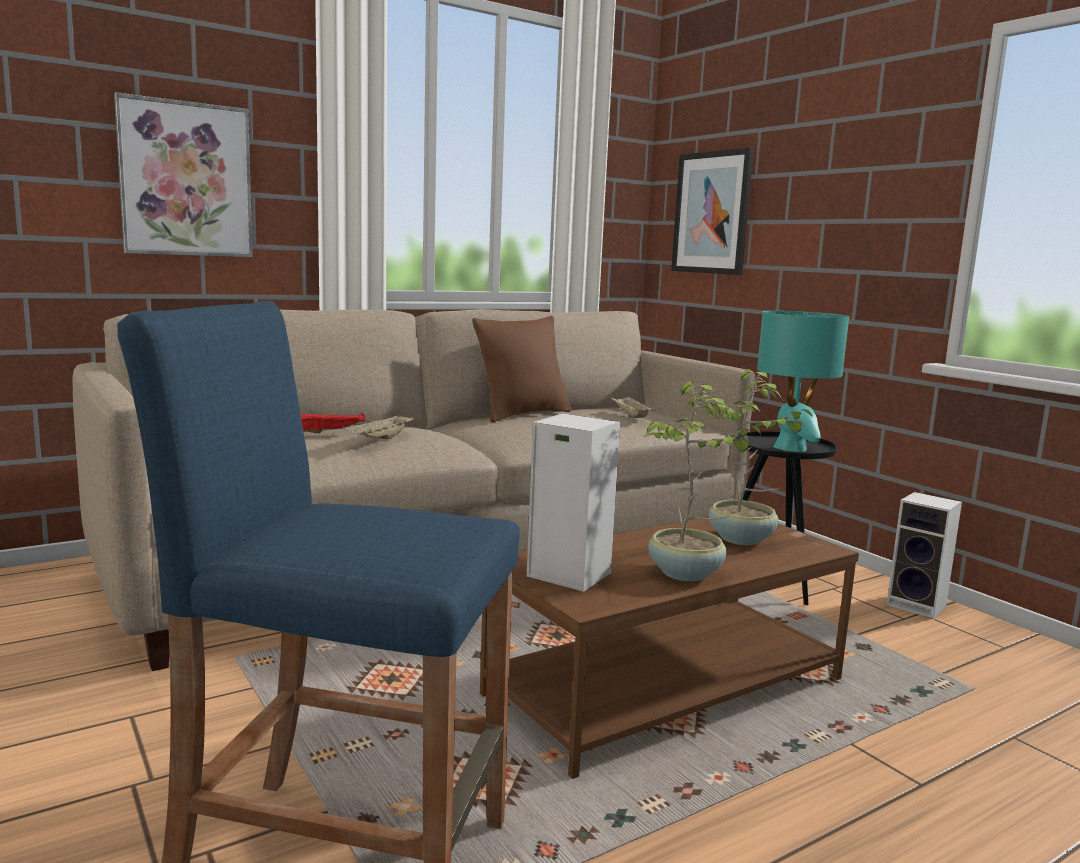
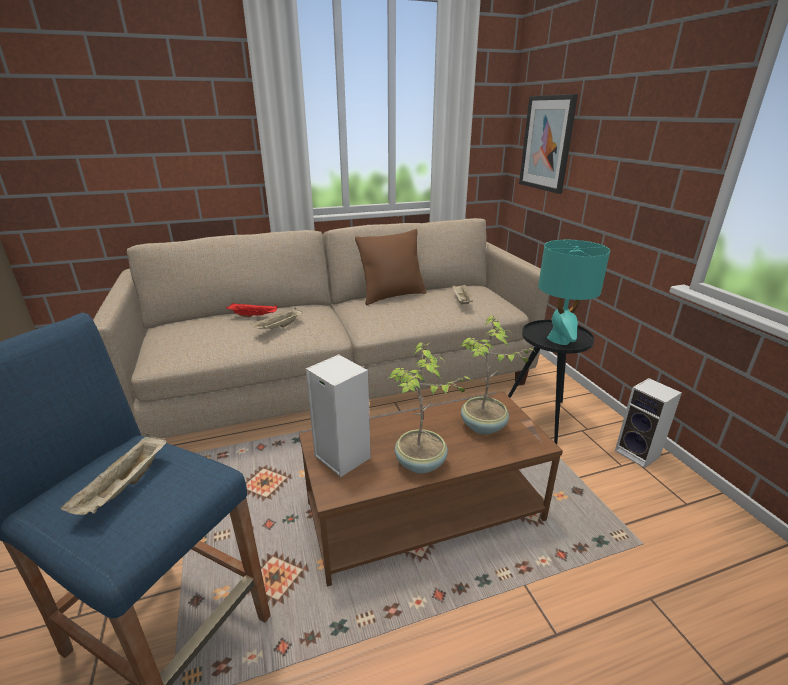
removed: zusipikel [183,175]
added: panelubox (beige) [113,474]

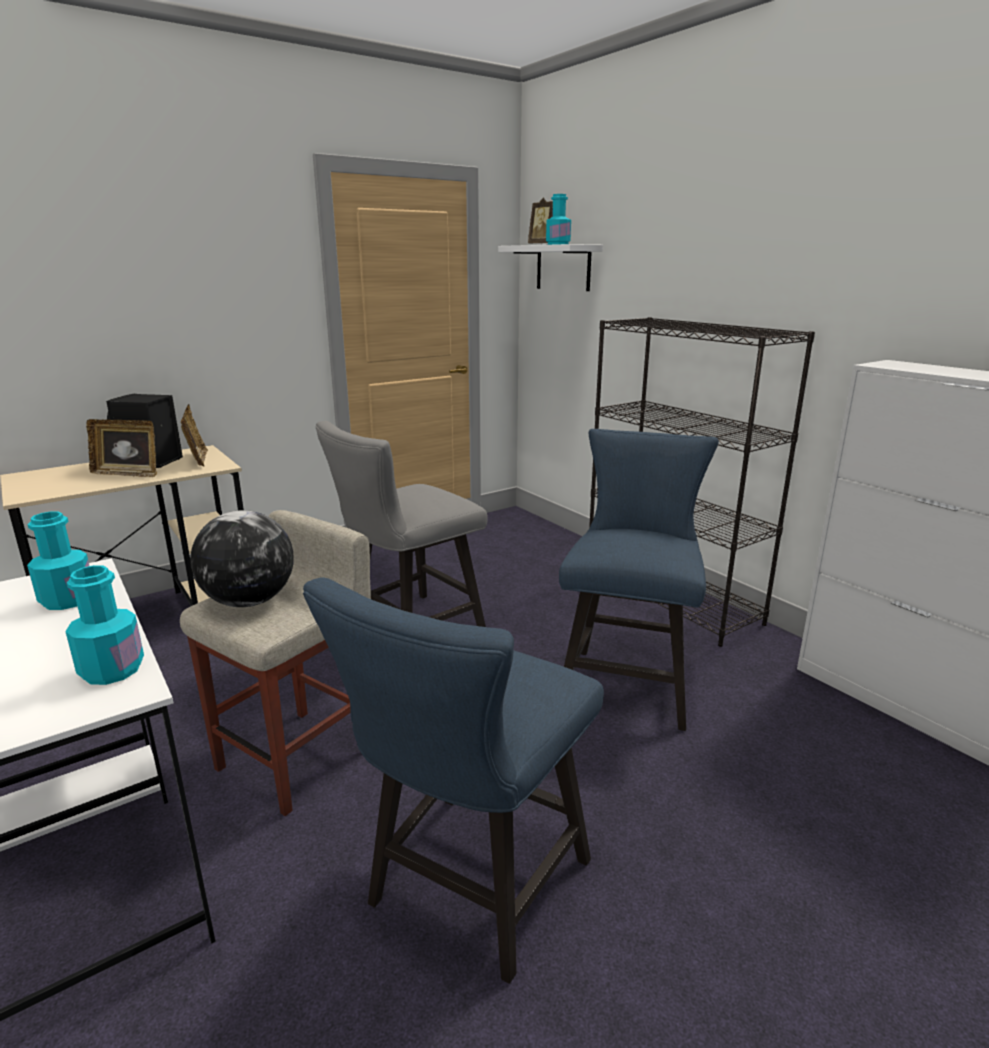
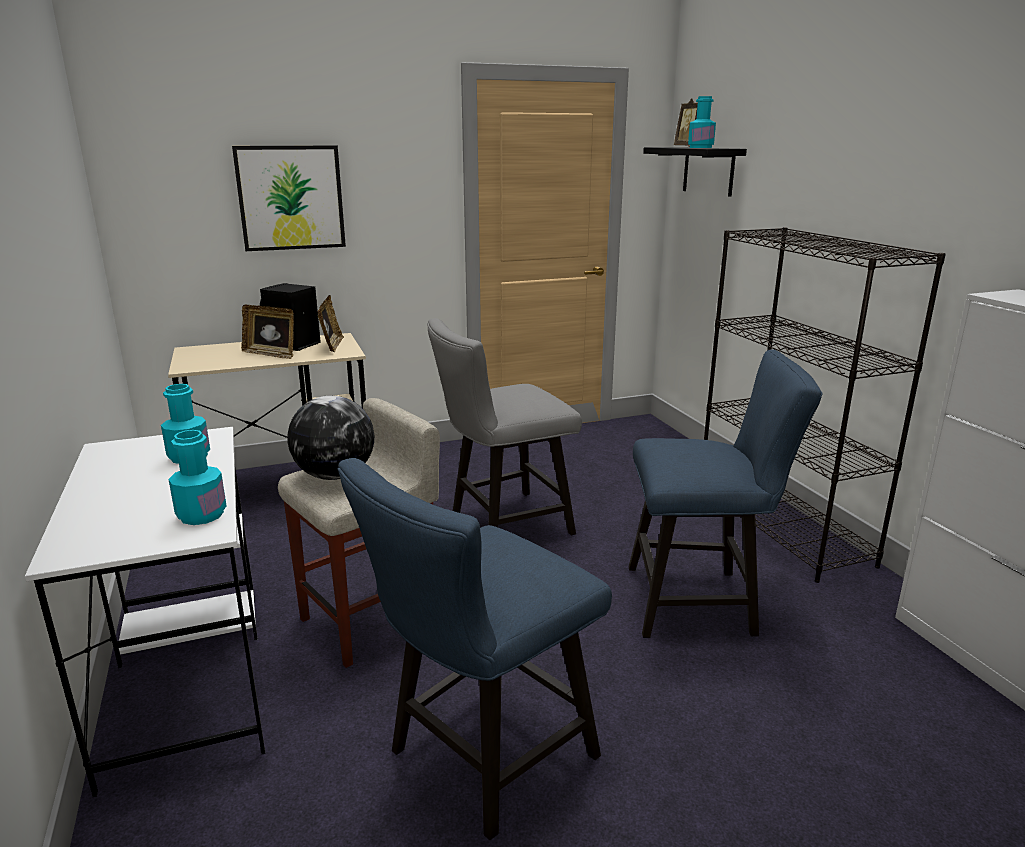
added: zusipikel [289,198]
recoloured: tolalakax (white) [550,267] to tolalakax (black) [695,172]
turned: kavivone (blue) [639,580] = [726,493] 60 degrees clockwise

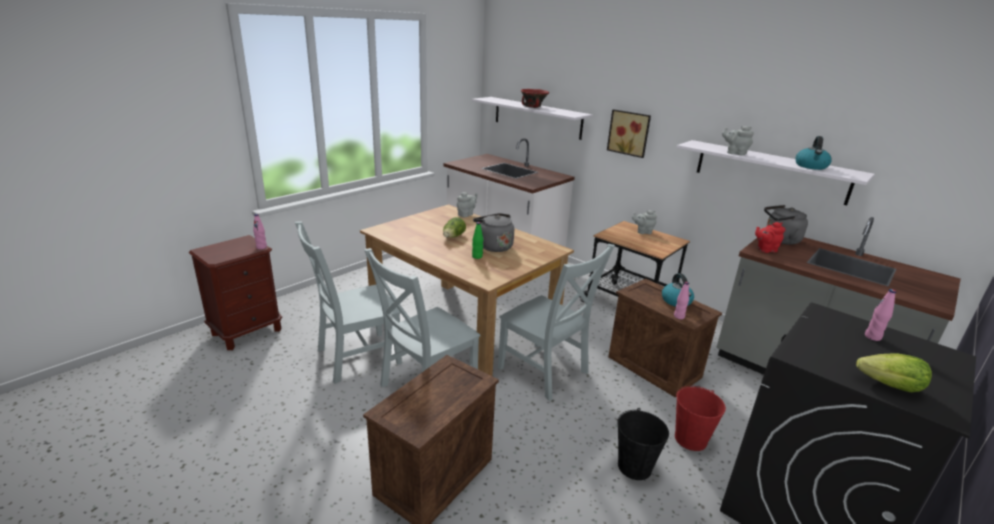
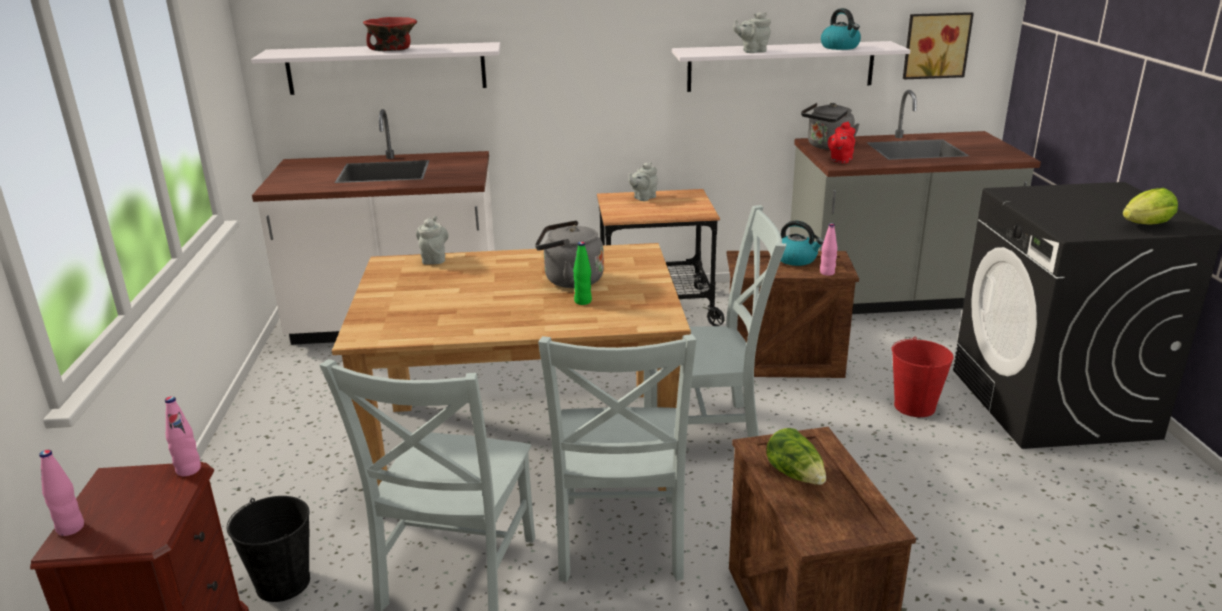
moved: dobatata [454,227] to [796,456]; zusipikel [629,133] to [938,45]; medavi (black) [643,444] to [268,549]; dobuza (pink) [880,315] to [61,493]

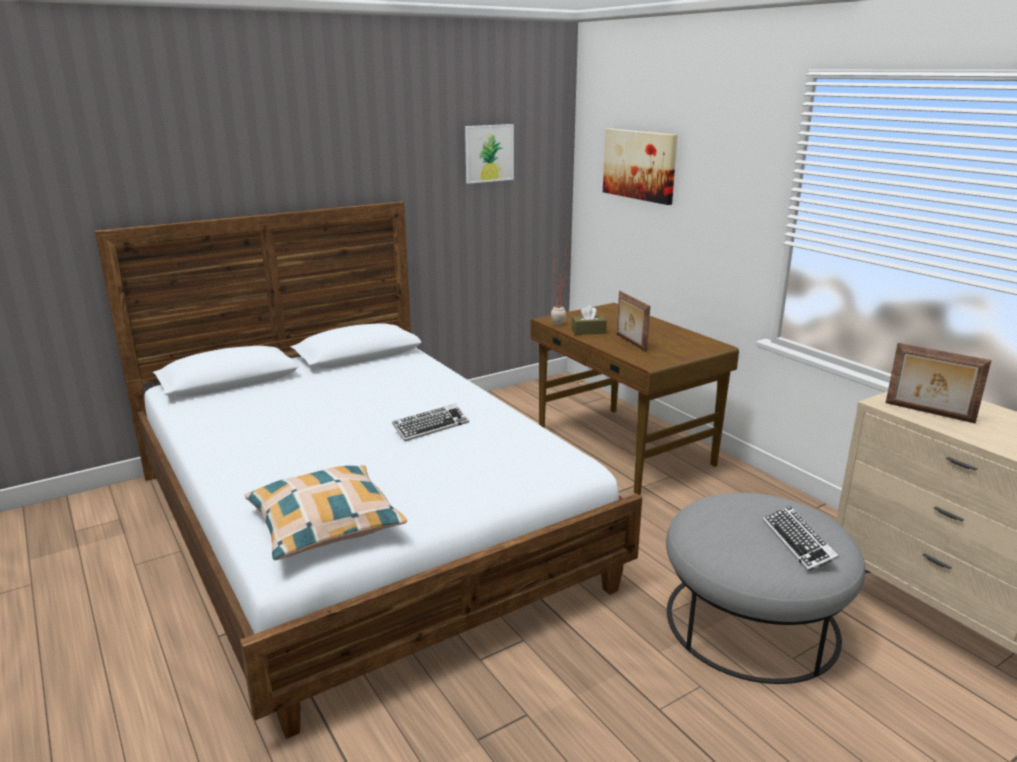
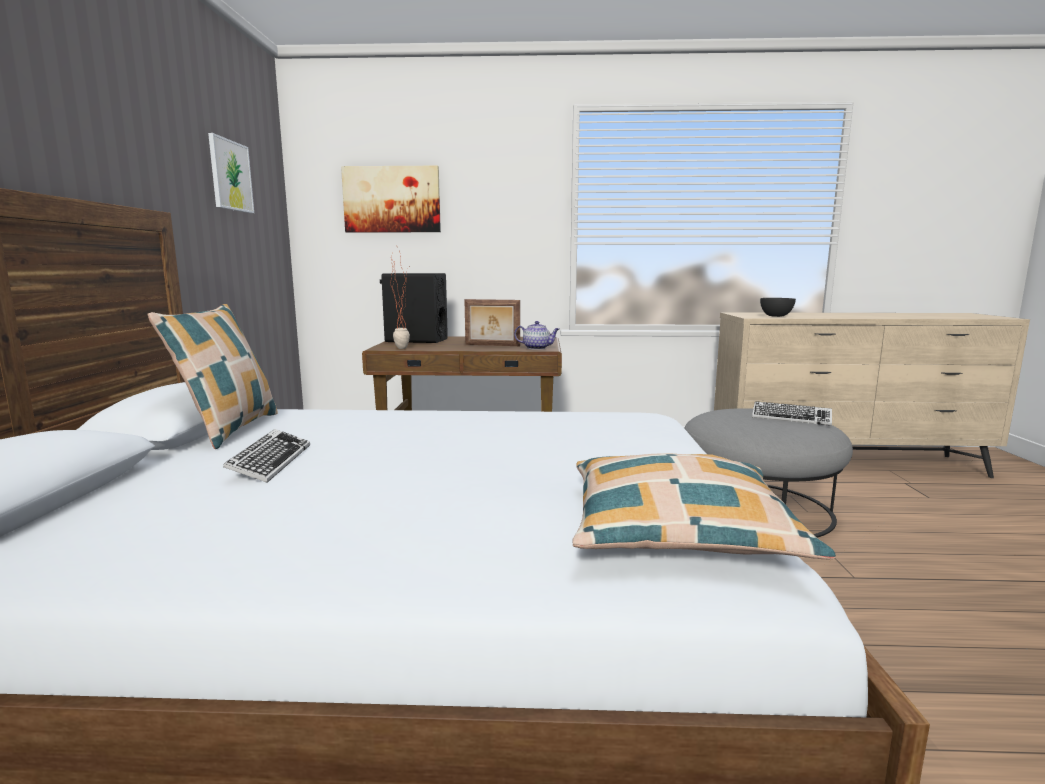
removed: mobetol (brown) [589,320]
added: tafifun [212,376]; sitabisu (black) [414,308]; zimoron [536,335]
moved: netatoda [430,422] to [266,456]
replaced: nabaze [939,383] to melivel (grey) [778,307]

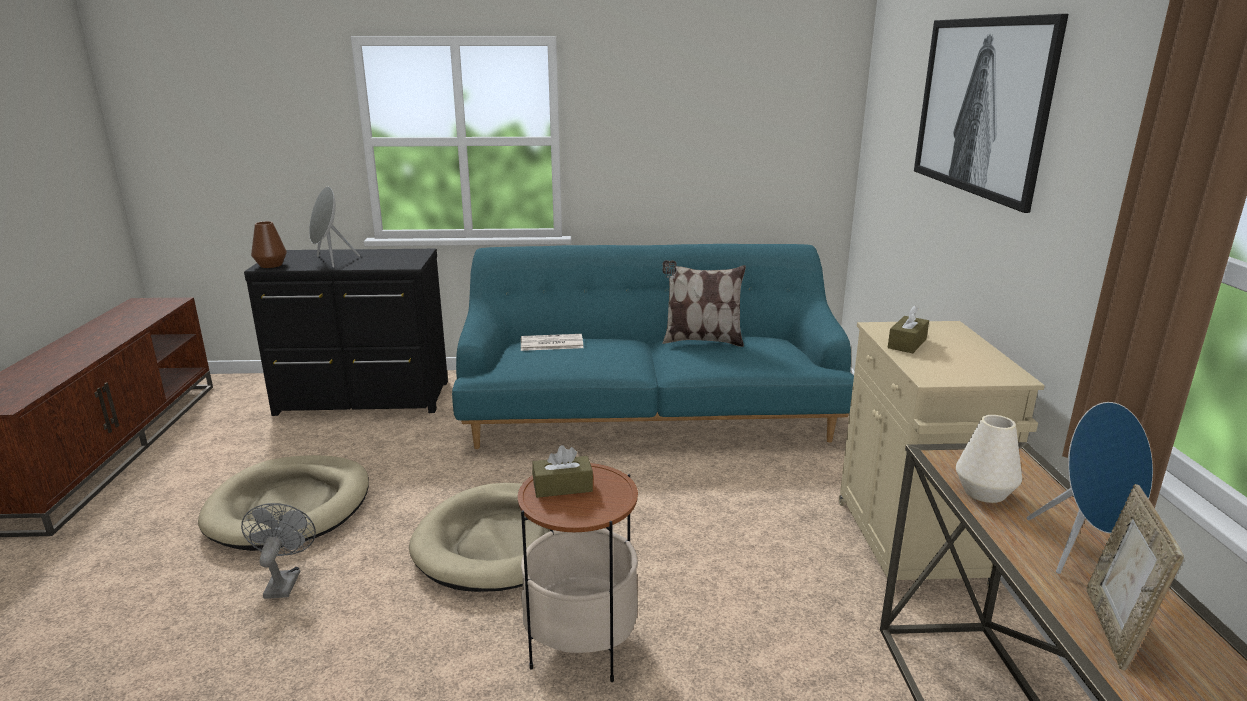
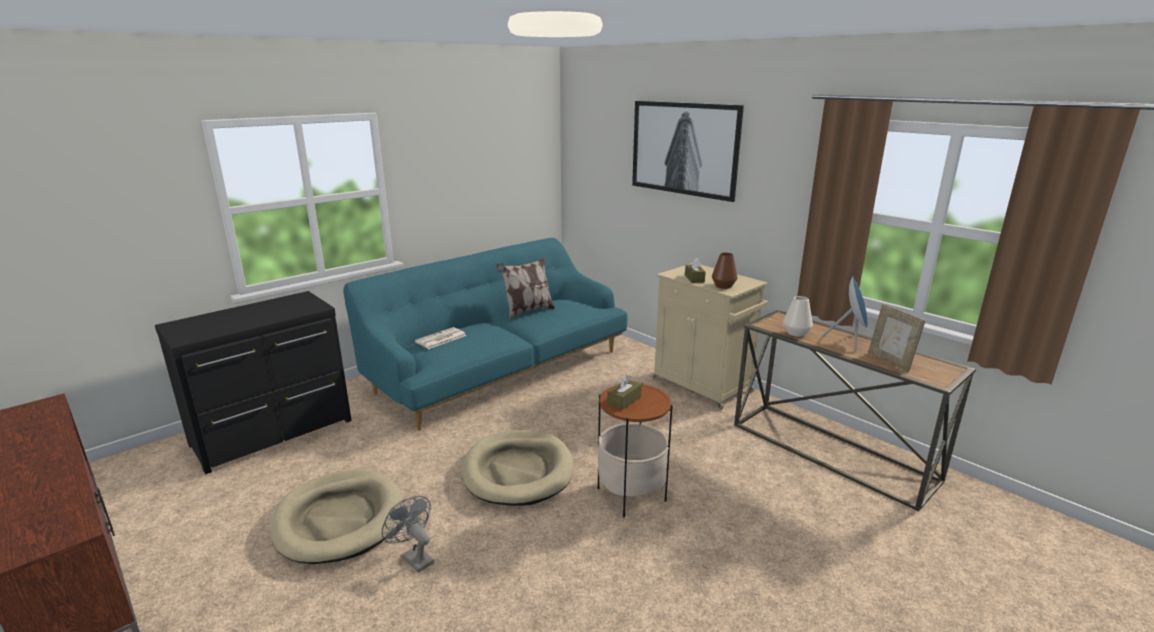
removed: sitabisu (grey) [334,227]
moved: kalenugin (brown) [269,244] to [725,270]

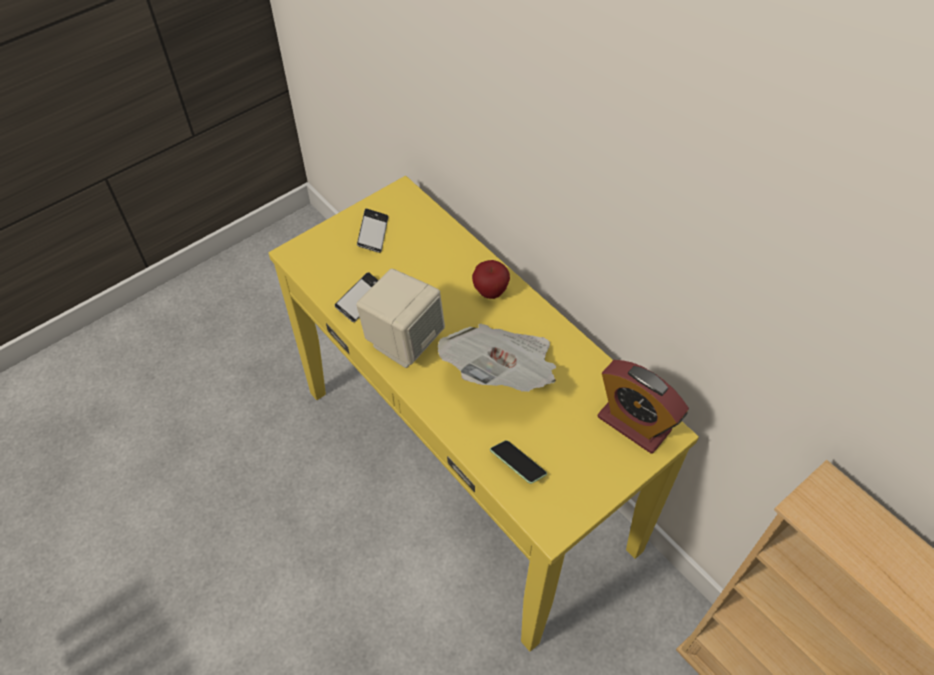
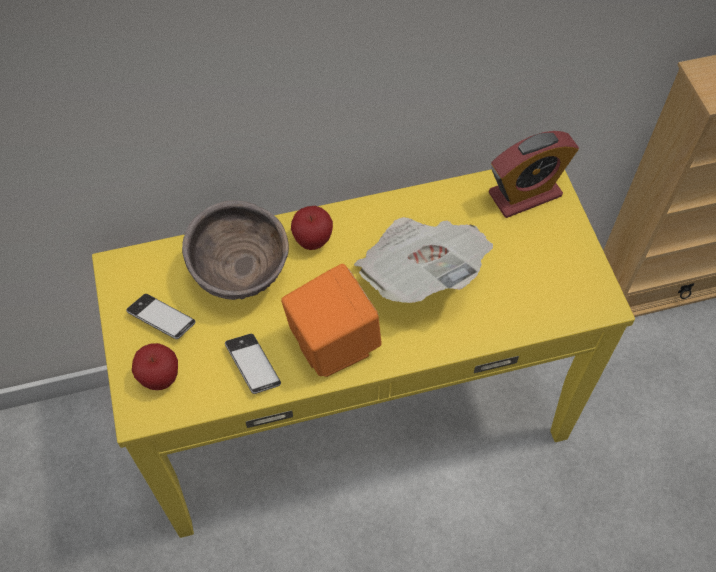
removed: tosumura [518,462]
added: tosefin [155,366]; melivel (brown) [235,250]
recoloured: sitabisu (beige) [400,318] to sitabisu (orange) [331,320]

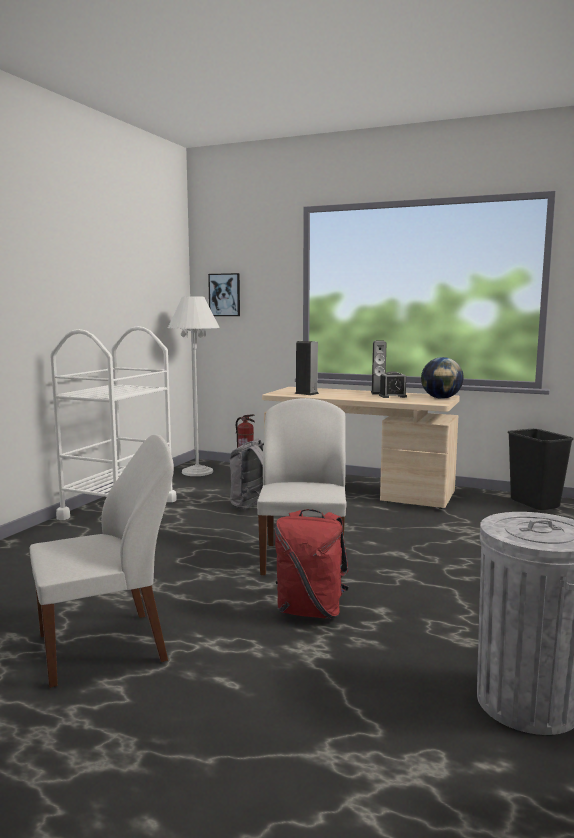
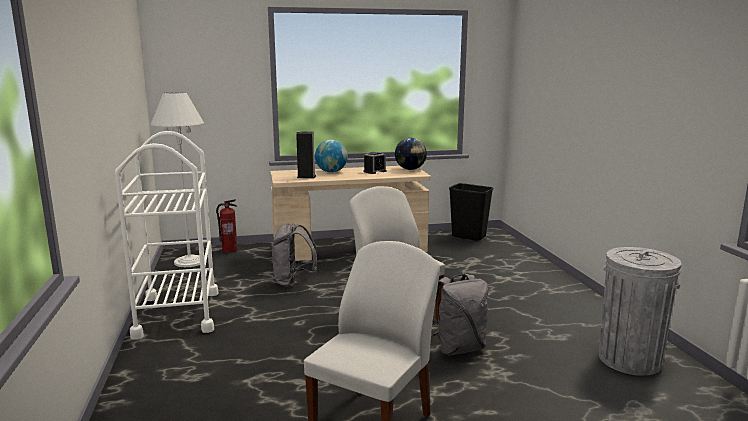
removed: zusipikel [224,294]; sitabisu [378,367]
added: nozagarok [331,156]
recoloured: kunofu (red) [312,564] to kunofu (grey) [460,314]

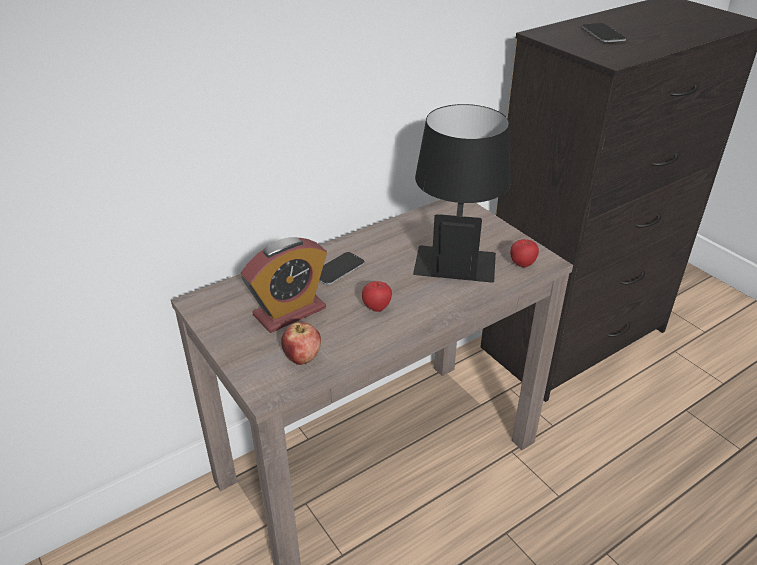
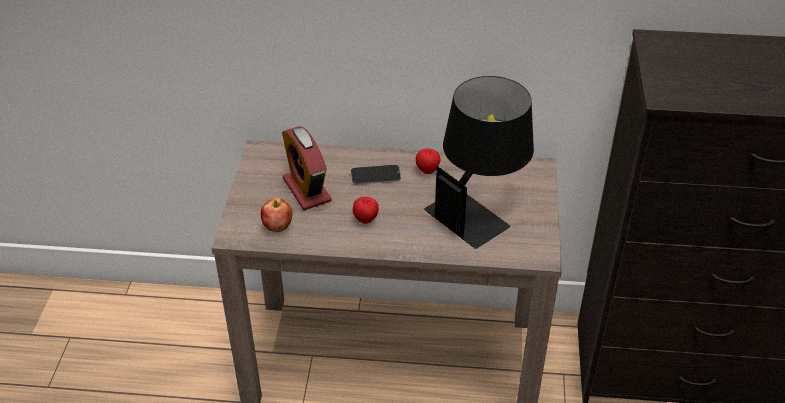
removed: tosumura [604,33]
moved: tosefin [524,253] to [428,161]
turned: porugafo [284,285] = [307,168] 60 degrees clockwise

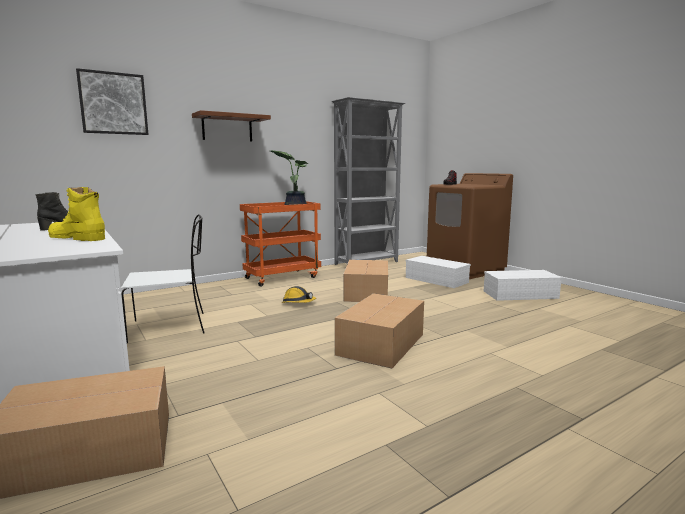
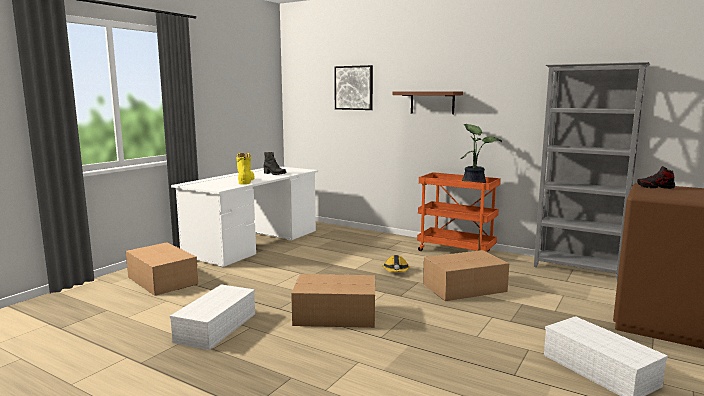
removed: kavivone (white) [162,278]
moved: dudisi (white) [438,272] to [212,317]

